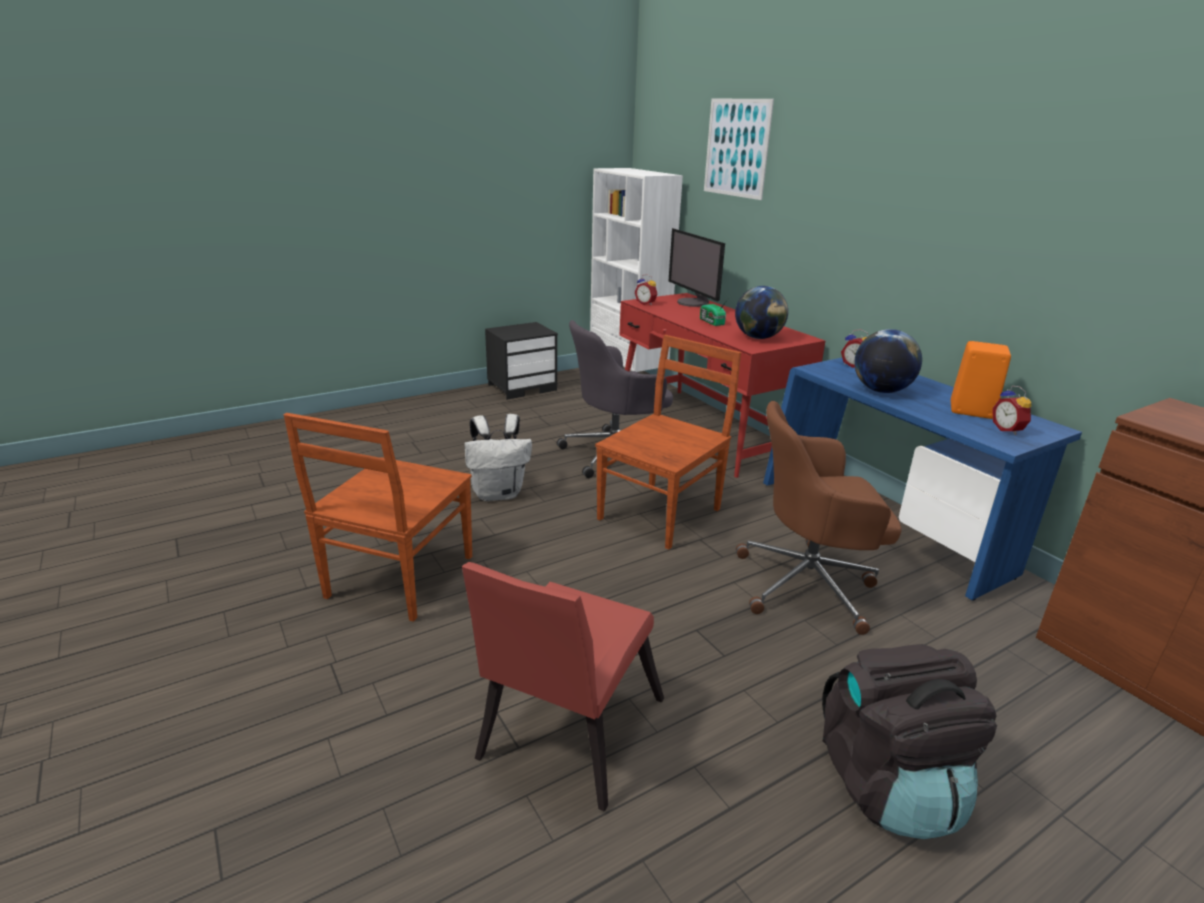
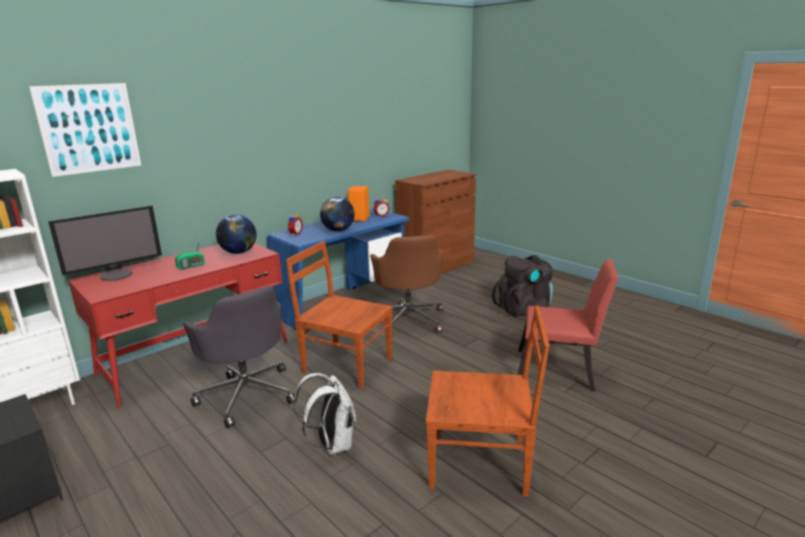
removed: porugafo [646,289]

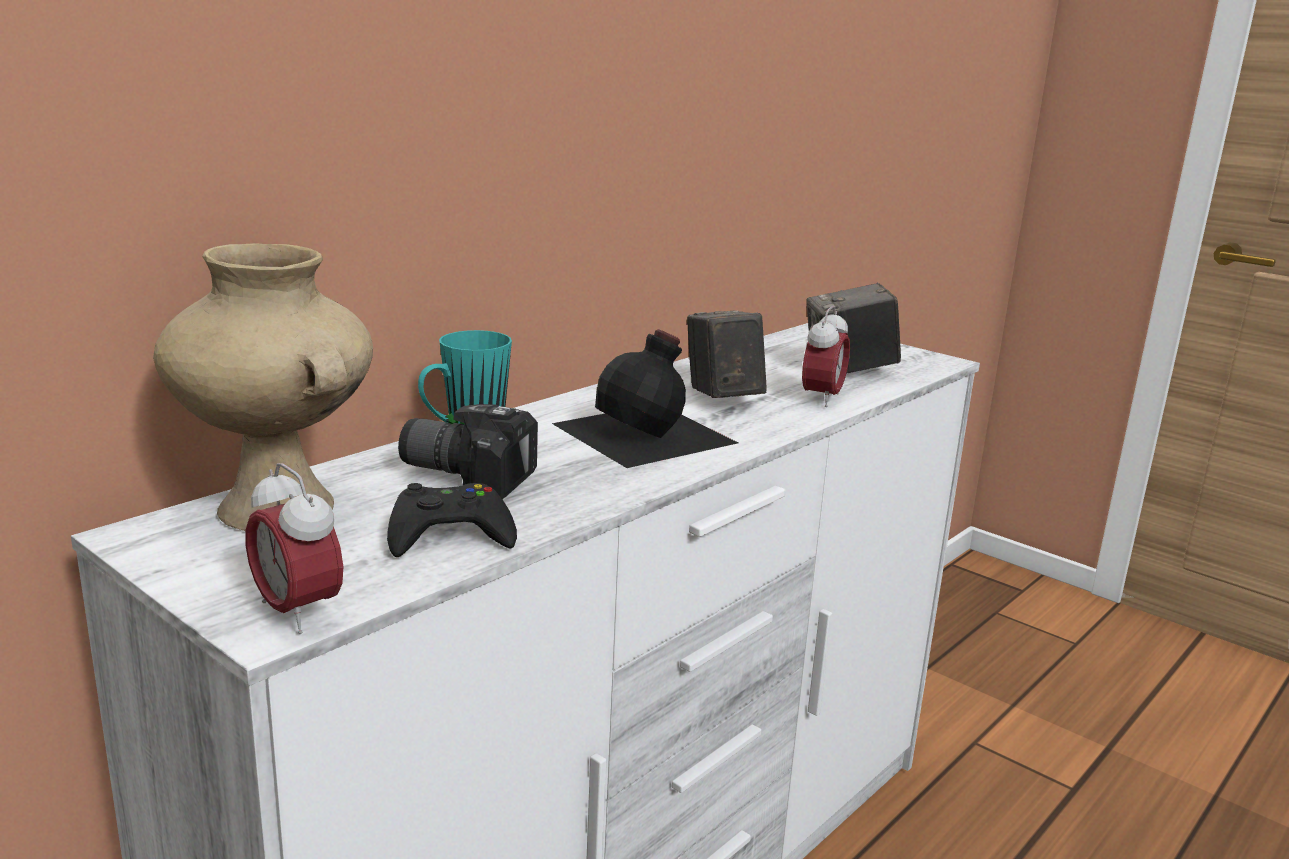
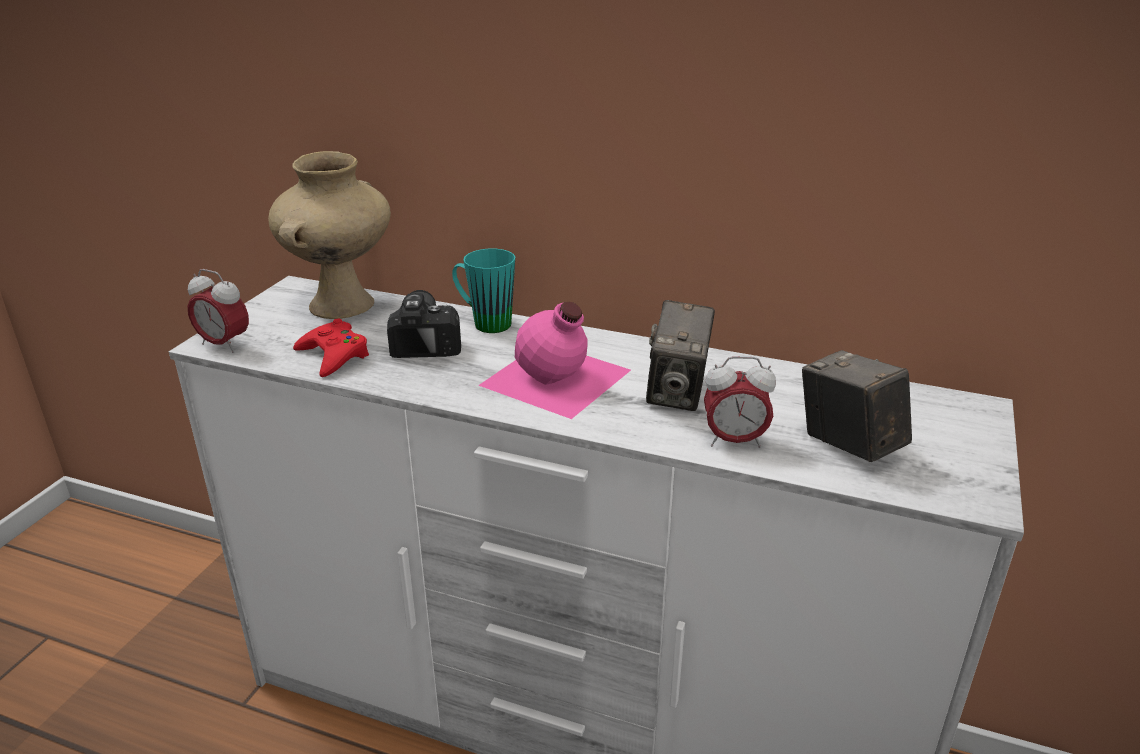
recoloured: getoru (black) [452,520] to getoru (red) [331,348]; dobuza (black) [644,398] to dobuza (pink) [554,360]
turned: porugafo [294,548] = [218,311] 90 degrees counterclockwise; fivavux [727,354] = [680,355] 135 degrees clockwise

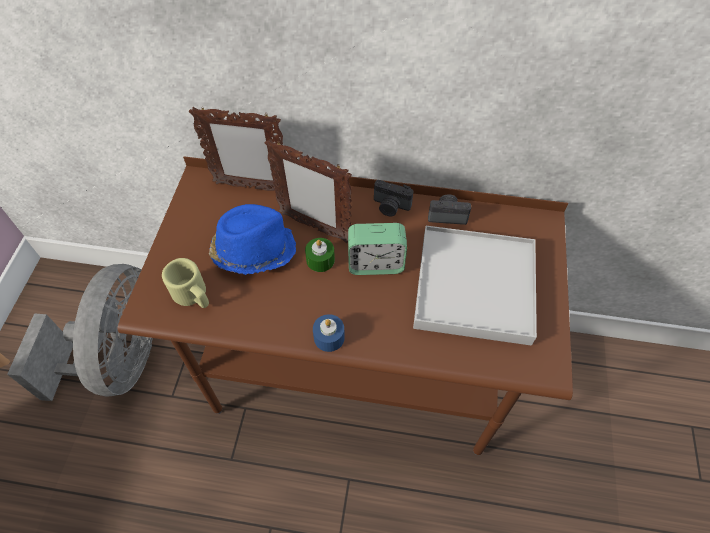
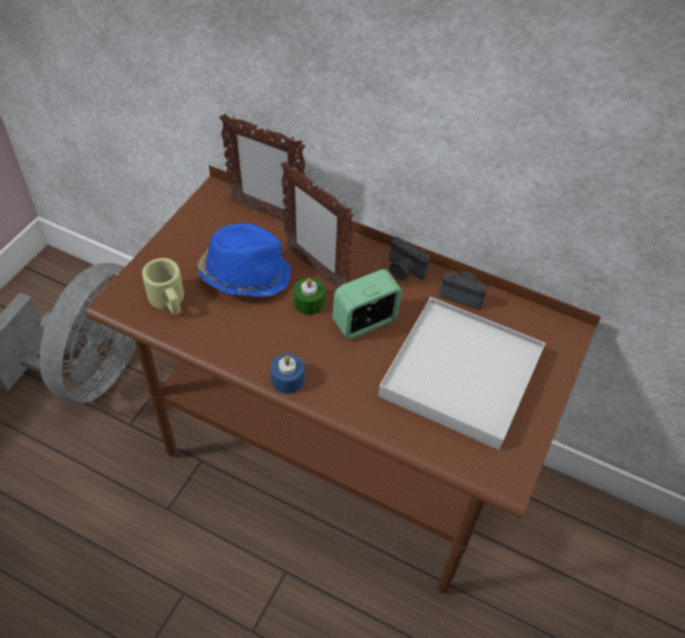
turned: porugafo [377,249] = [367,304] 135 degrees clockwise

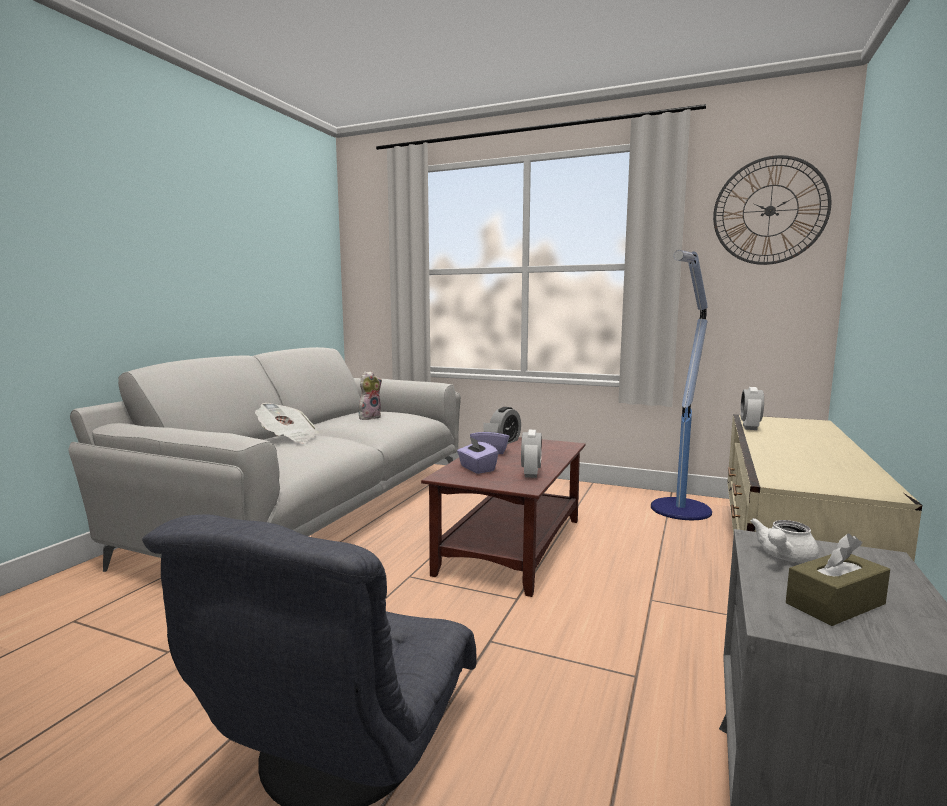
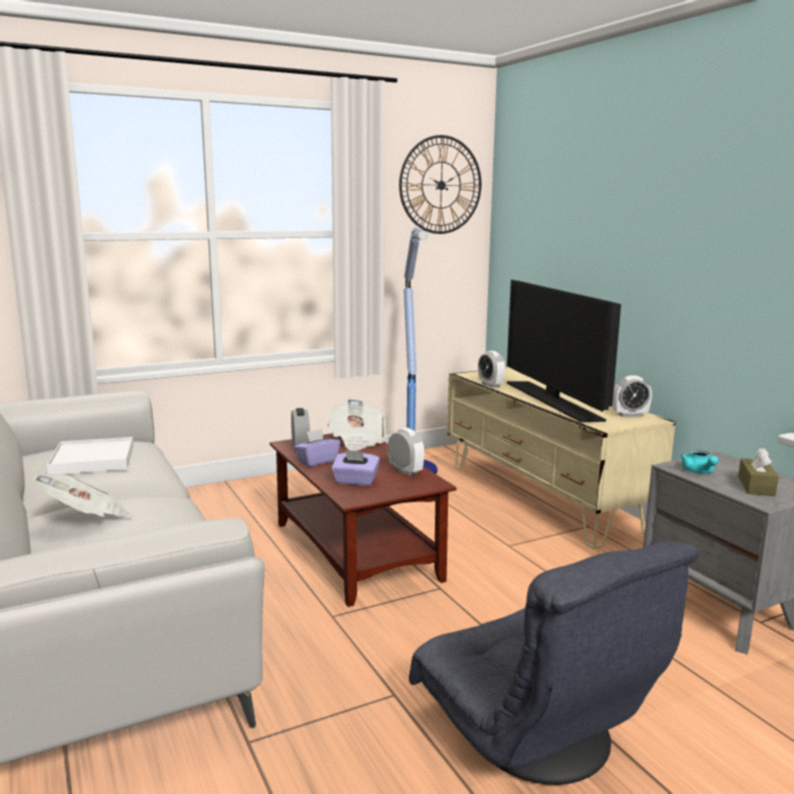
added: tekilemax [356,424]; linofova [564,351]; porugafo [632,396]
replaced: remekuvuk [370,395] to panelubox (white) [90,455]
recoloured: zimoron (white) [784,540] to zimoron (turquoise) [699,461]

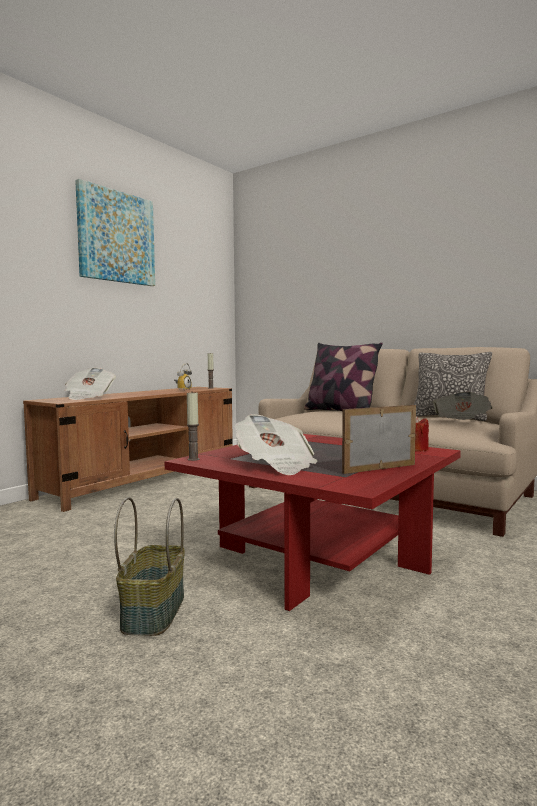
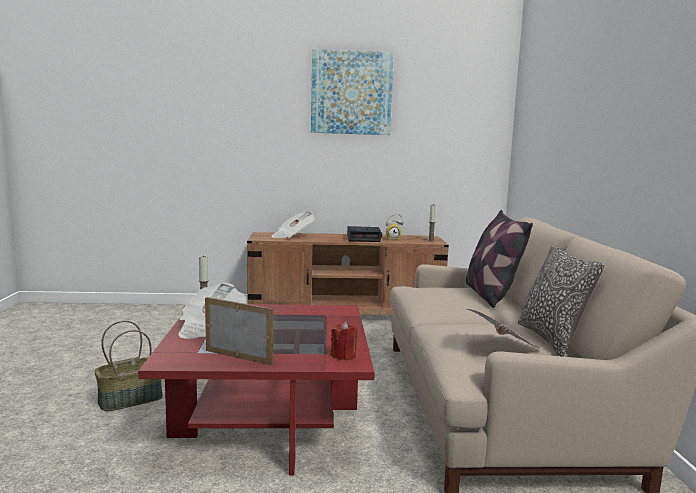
added: porugafo [364,234]

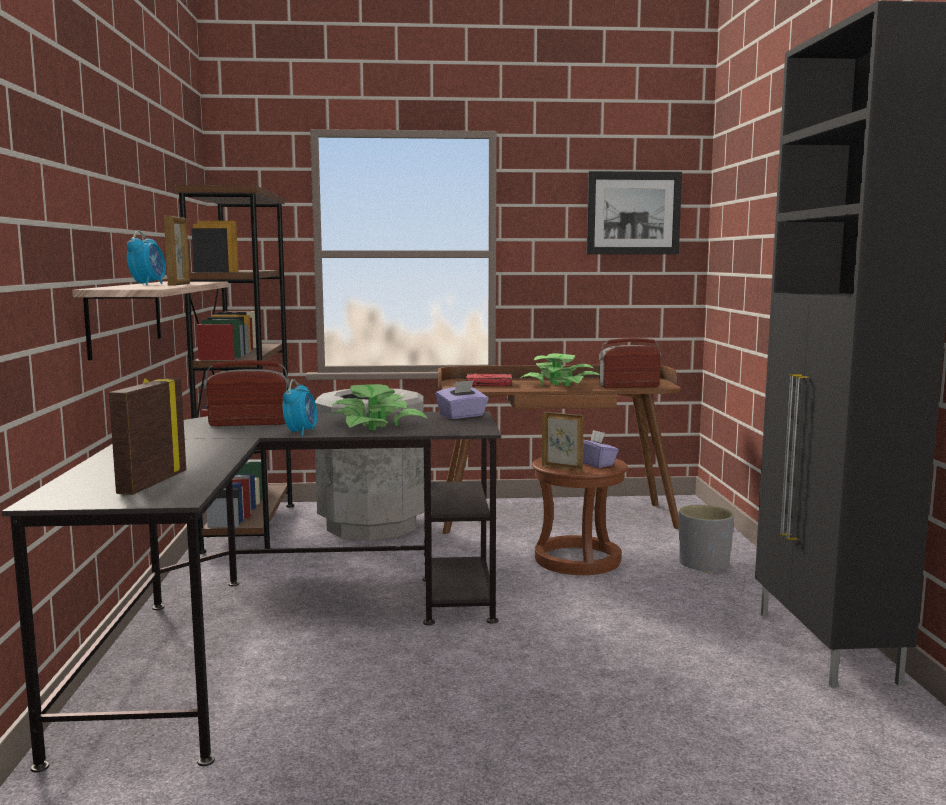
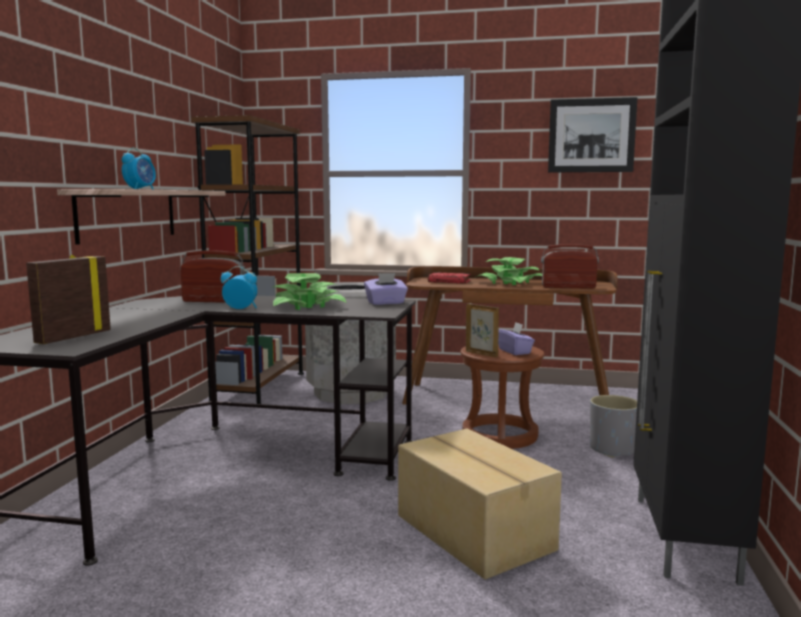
removed: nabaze [177,251]
added: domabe [480,504]
turned: porugafo [300,407] = [239,287] 105 degrees counterclockwise

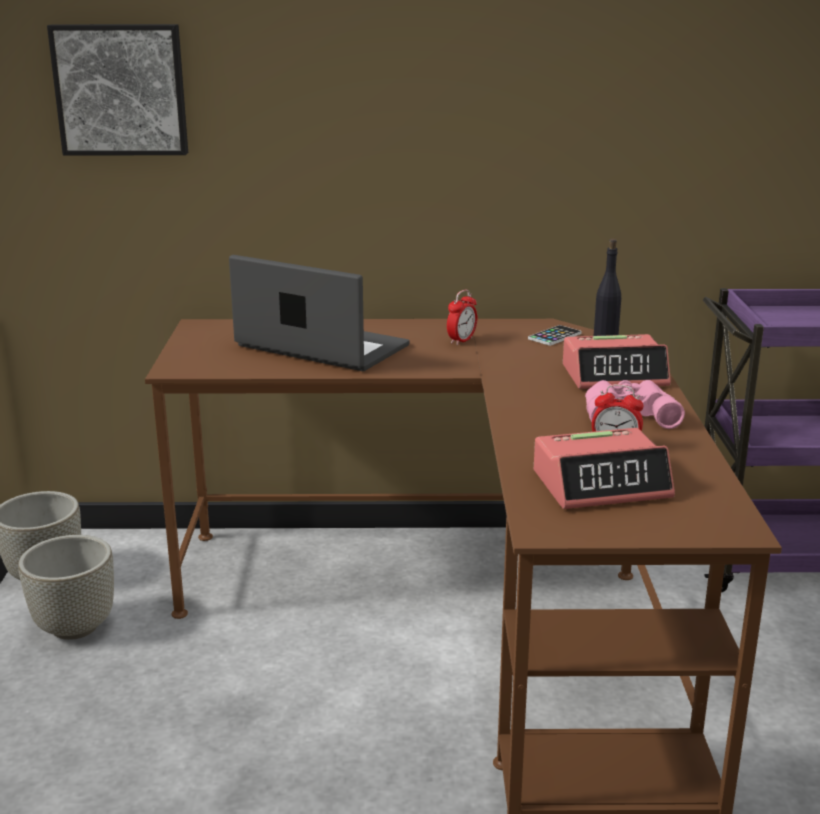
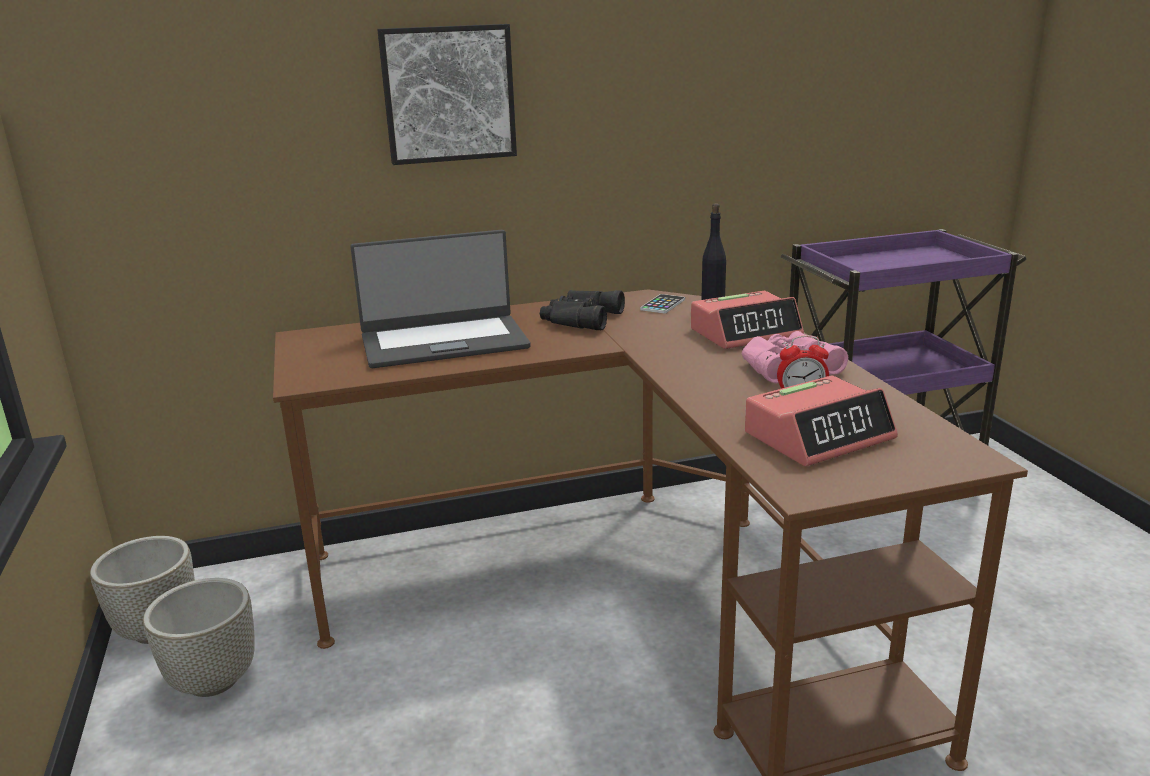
moved: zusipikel [117,89] to [447,94]
replaced: porugafo [462,317] to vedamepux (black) [582,310]
turned: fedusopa [319,313] = [440,299] 150 degrees clockwise

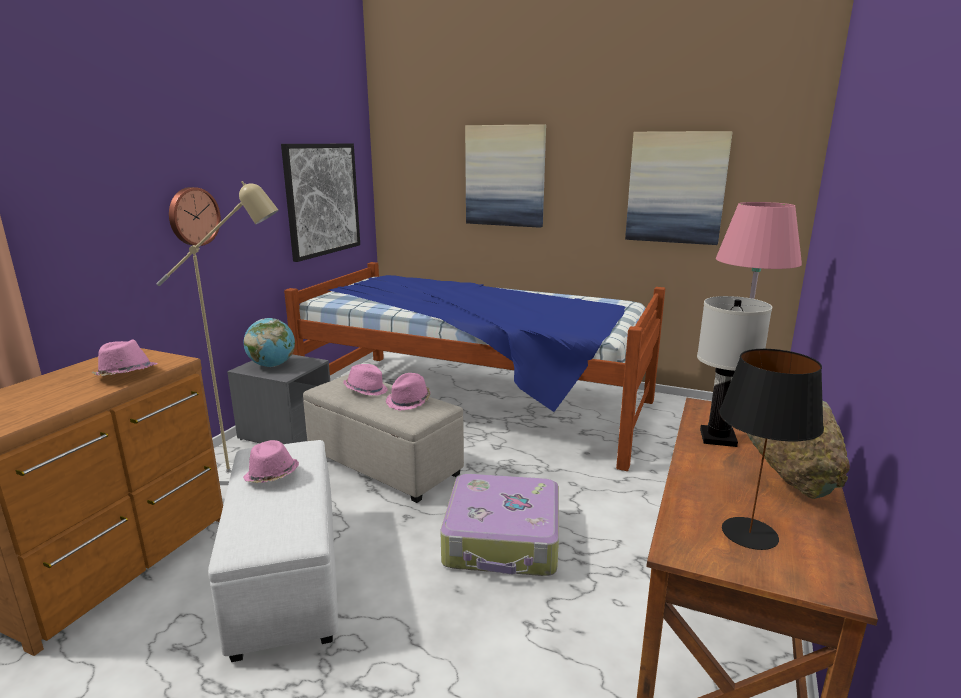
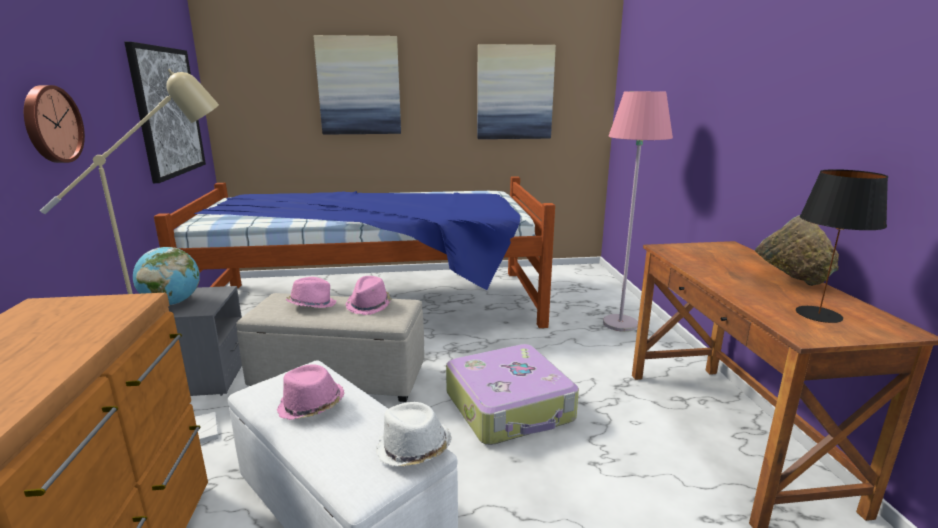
removed: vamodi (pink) [124,357]; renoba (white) [734,371]
added: vamodi (white) [414,434]

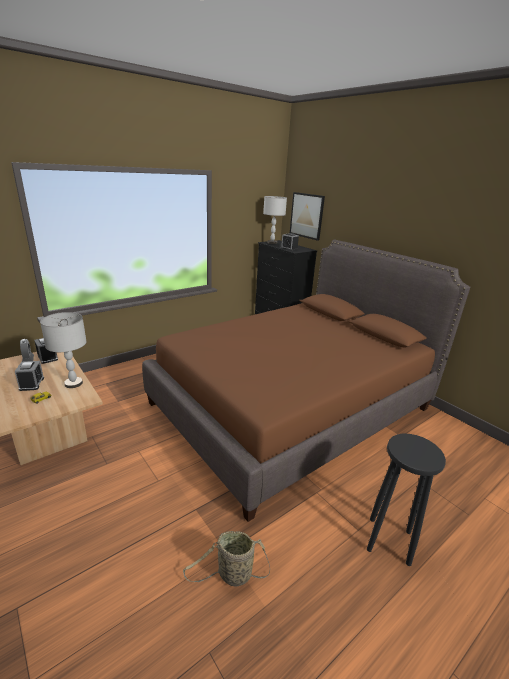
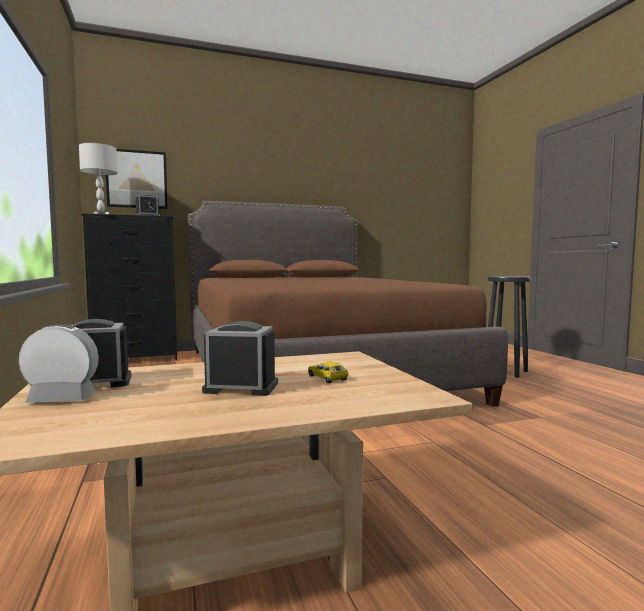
removed: renoba (grey) [63,350]; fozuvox [226,558]

